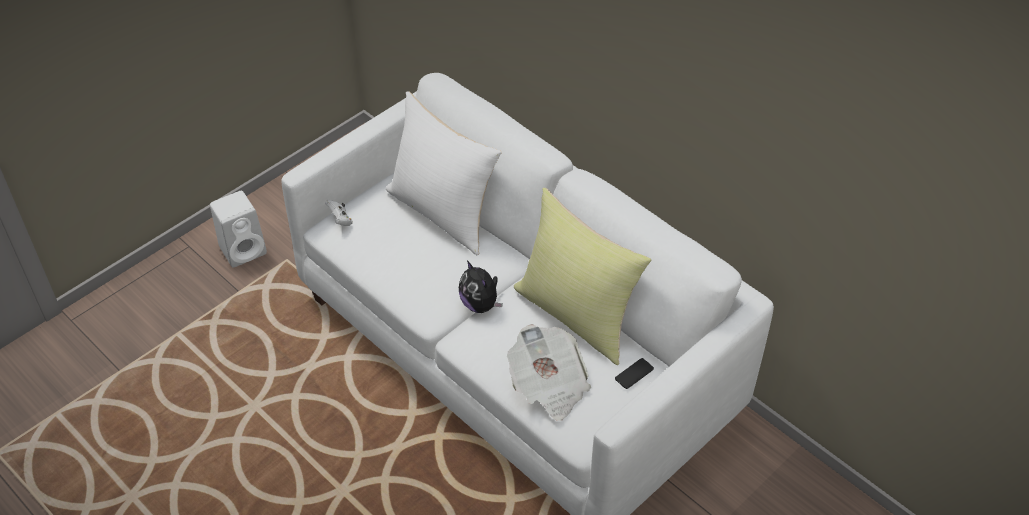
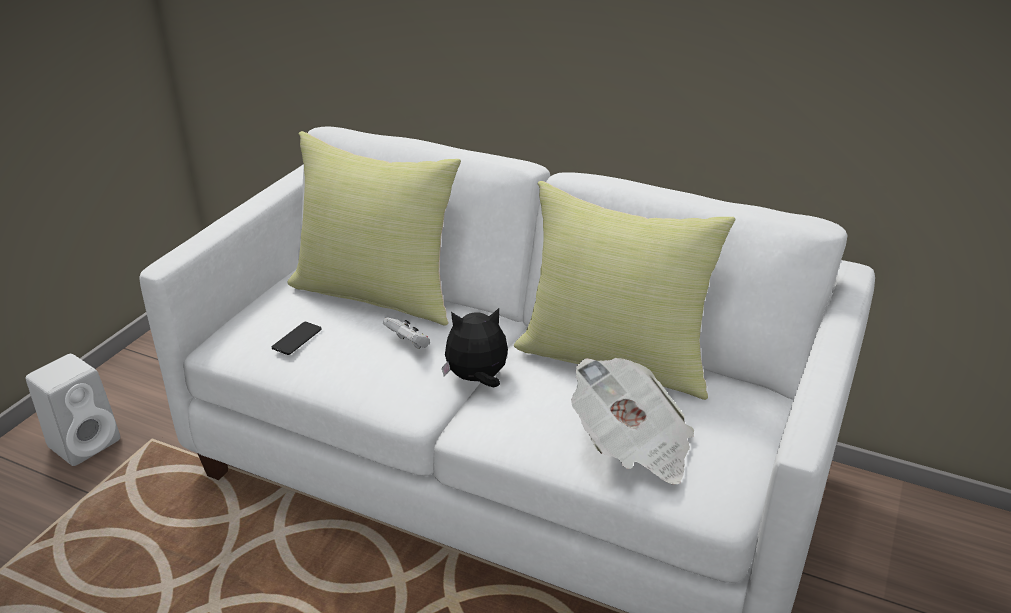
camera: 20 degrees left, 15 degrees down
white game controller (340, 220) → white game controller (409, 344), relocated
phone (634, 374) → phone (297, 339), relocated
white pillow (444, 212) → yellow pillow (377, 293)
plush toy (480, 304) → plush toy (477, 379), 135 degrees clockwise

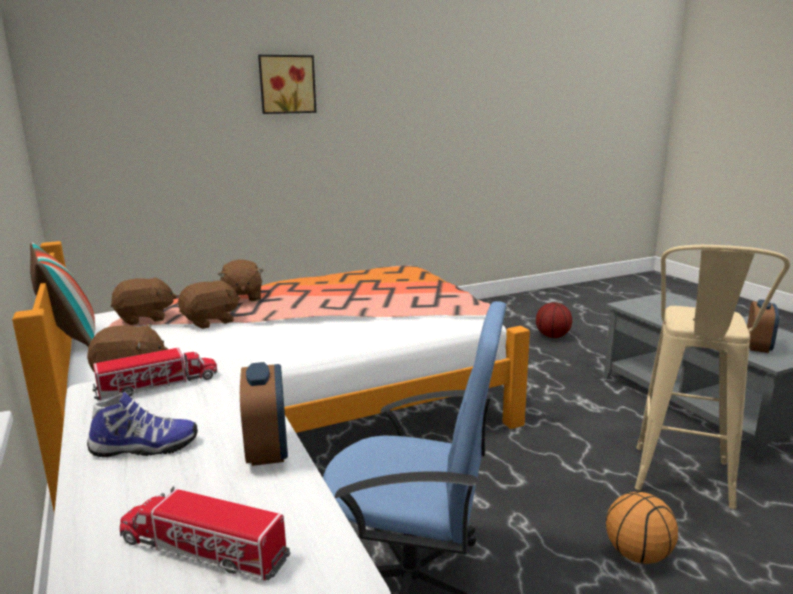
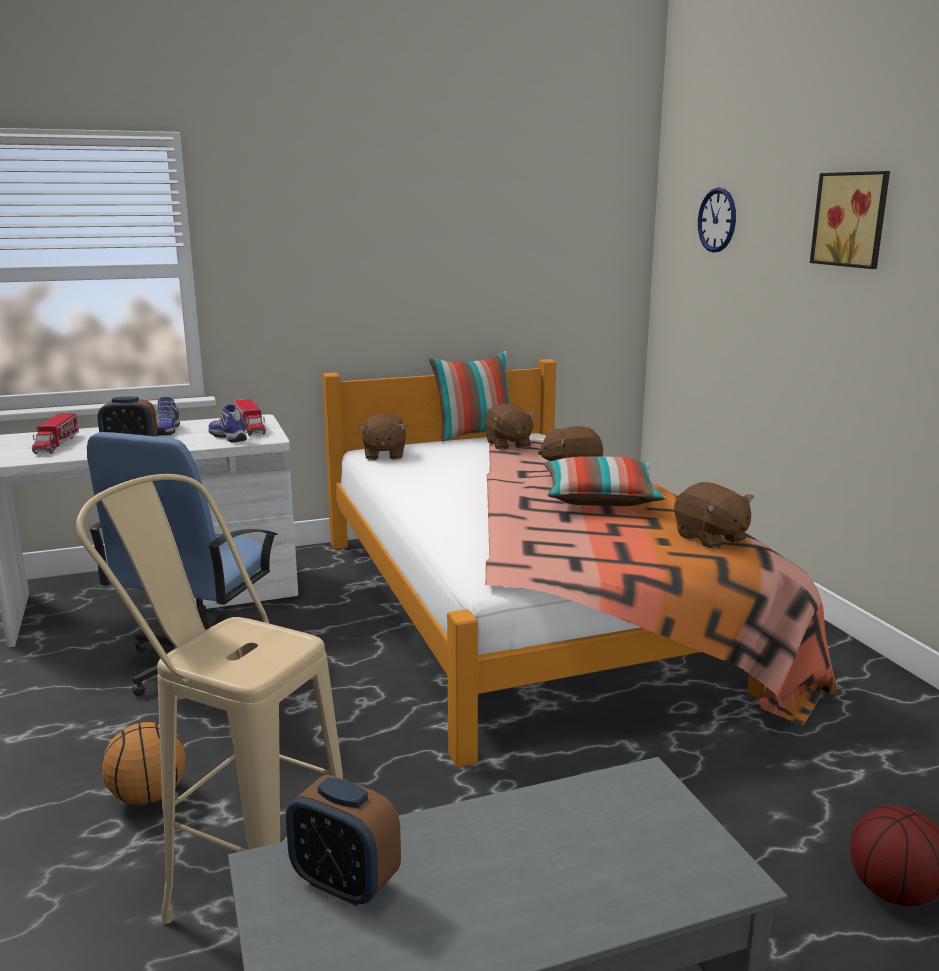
camera: 95 degrees right, 0 degrees up
- → shoe (229, 437)
- → pillow (600, 499)
- → wall clock (717, 220)
brown plush toy (211, 321) → brown plush toy (710, 538), relocated
toy truck (202, 550) → toy truck (56, 444), 150 degrees clockwise

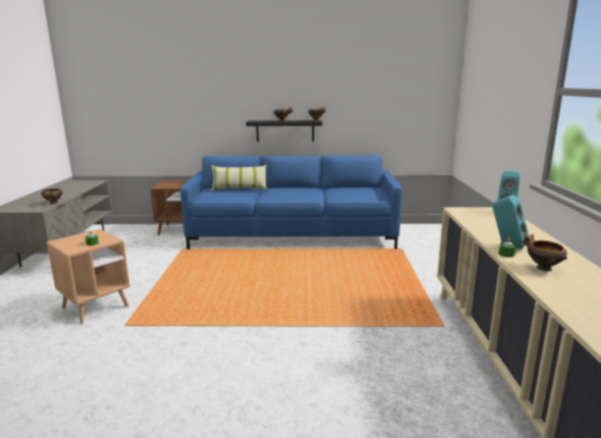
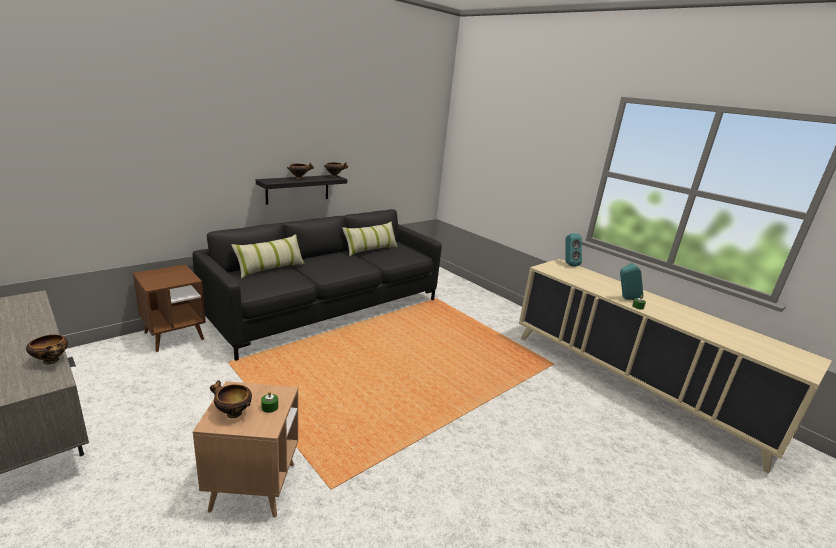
camera: 45 degrees left, 5 degrees up
- → pillow (371, 250)
bowl (542, 268) → bowl (232, 413), relocated
blue sofa (292, 236) → black sofa (328, 309)

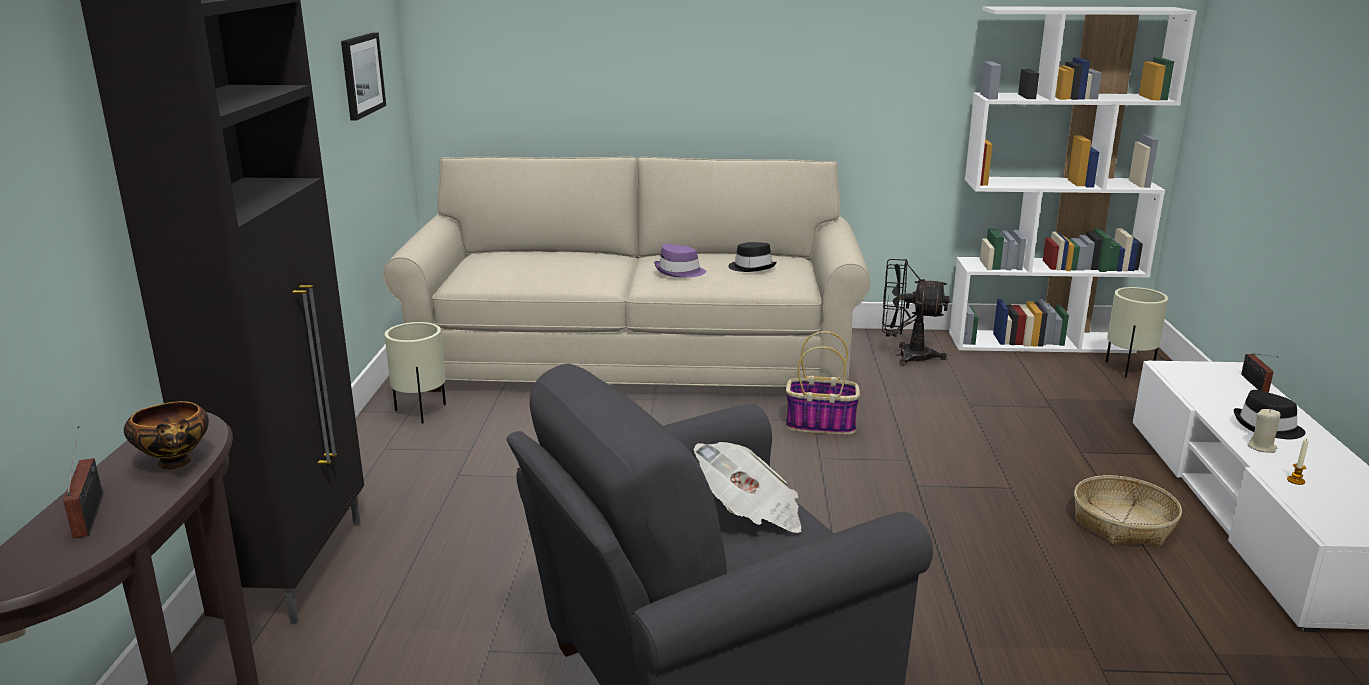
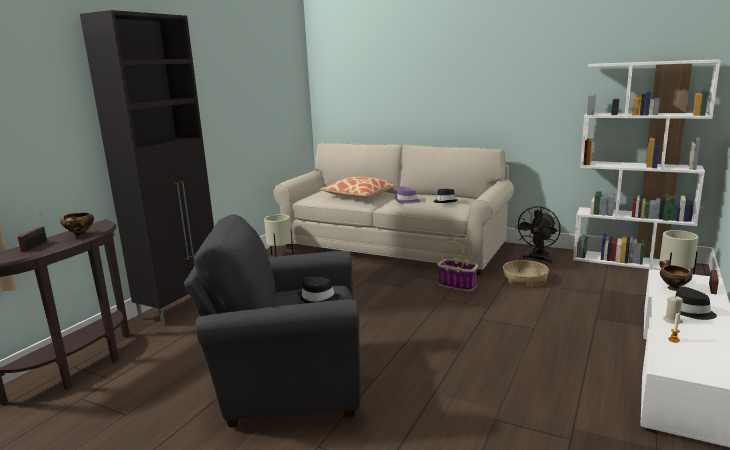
camera: 25 degrees right, 5 degrees down
picture (361, 75) → -
- → pillow (359, 195)
- → bowl (672, 288)
basket (1122, 523) → basket (524, 279), relocated
newspaper (750, 513) → black hat (318, 299)
black fan (905, 356) → black fan (538, 259), 90 degrees counterclockwise

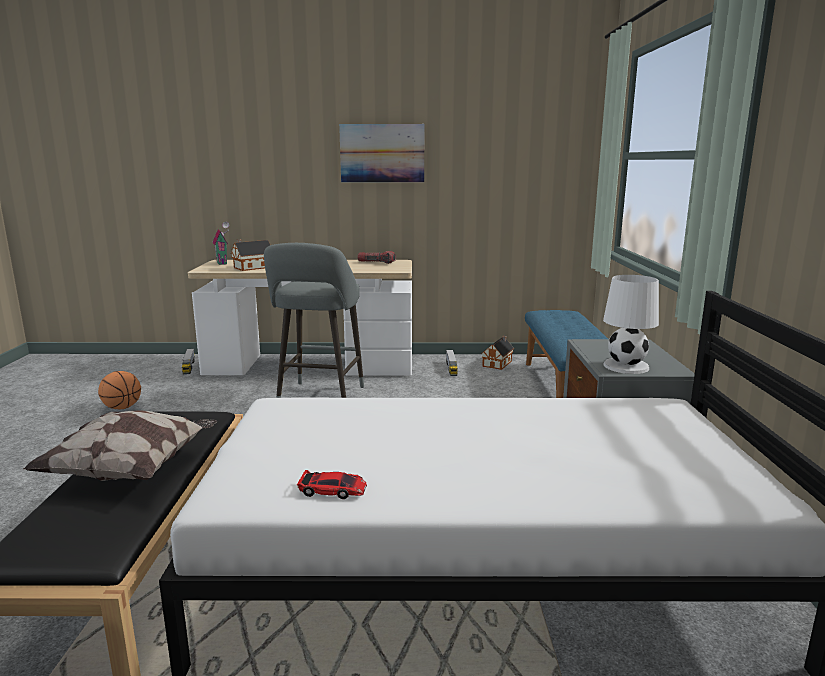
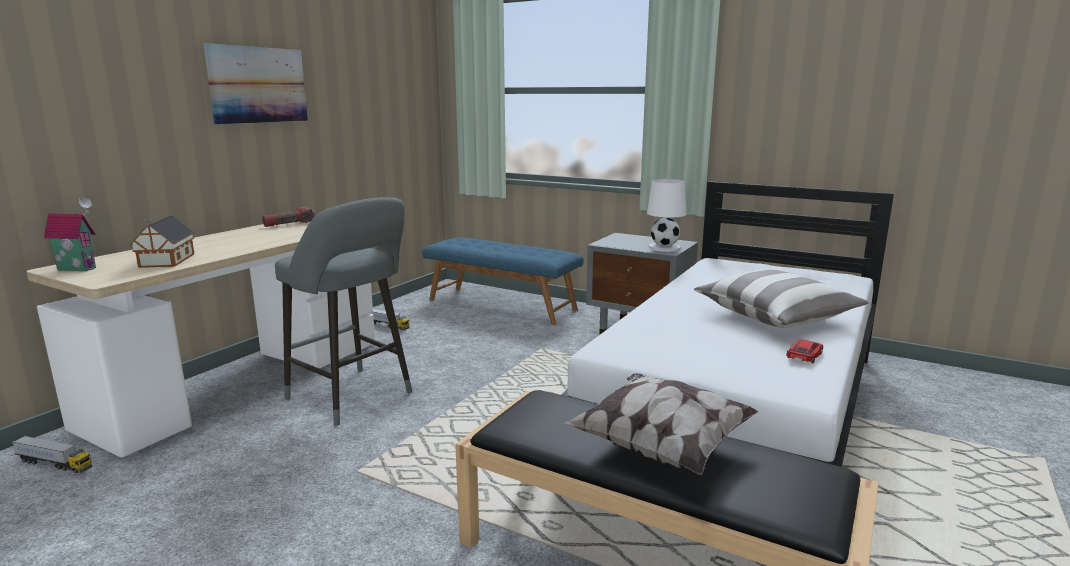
camera: 60 degrees left, 0 degrees up
basketball (122, 408) → -
toy house (498, 363) → -
- → pillow (775, 316)

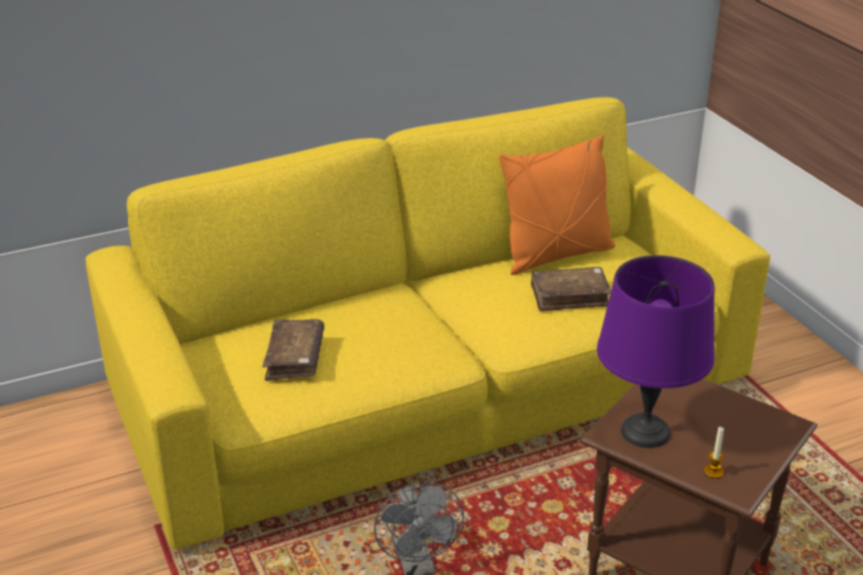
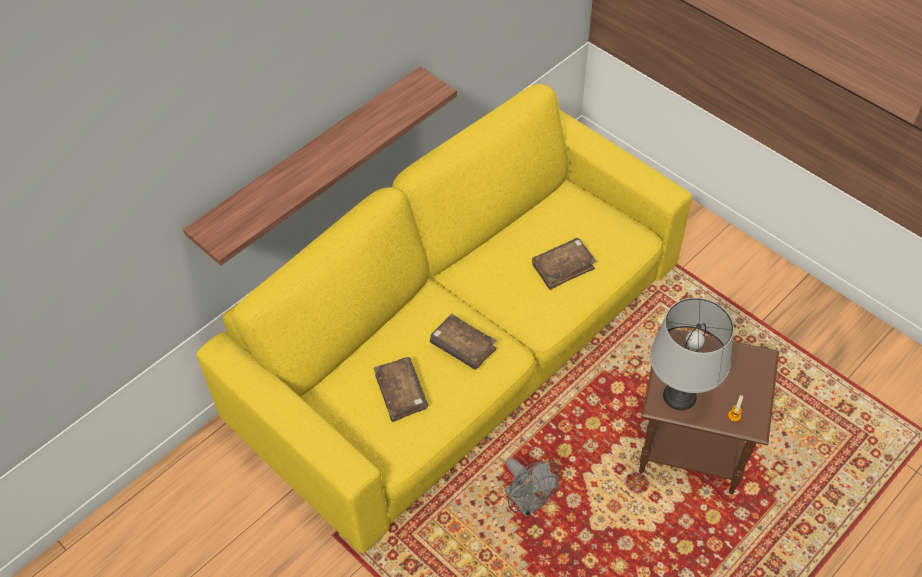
camera: 20 degrees left, 20 degrees up
orange pillow (556, 255) → -
- → shelf (312, 163)
- → brown book (463, 347)
purple table lamp (644, 432) → grey table lamp (679, 396)

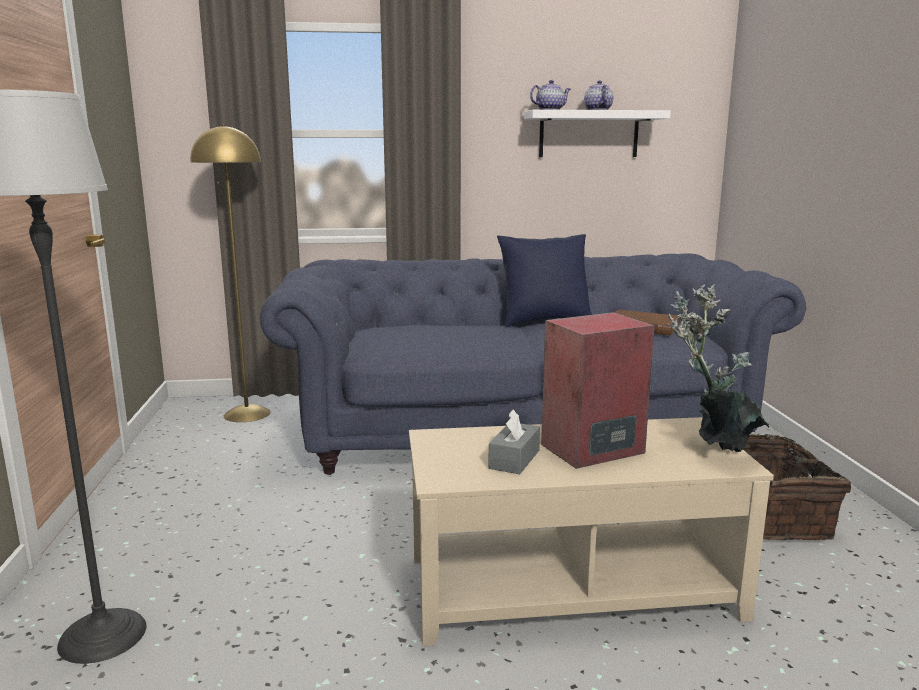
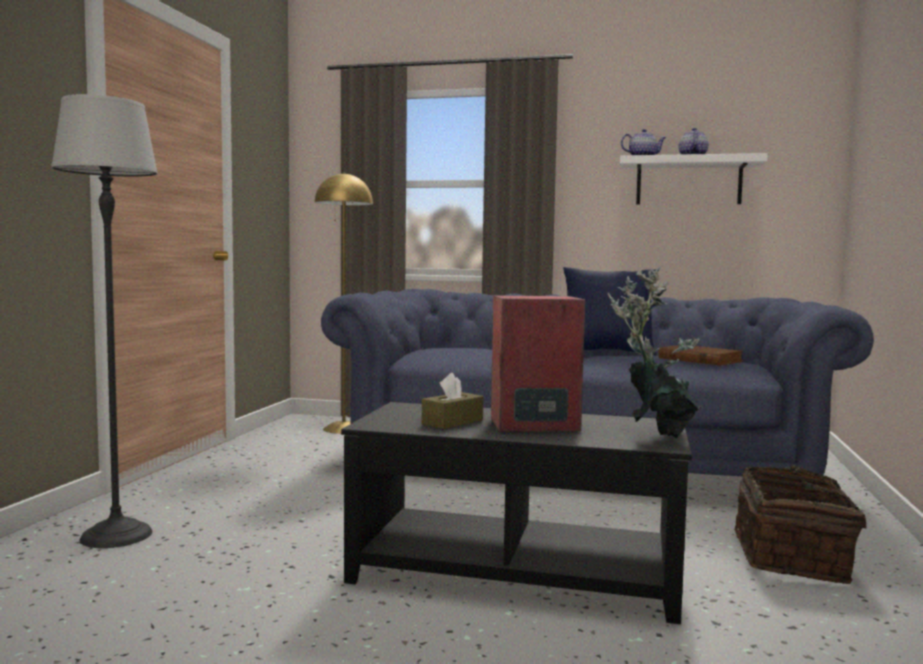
camera: 20 degrees right, 10 degrees down
beige coffee table (572, 587) → black coffee table (516, 571)
grey tissue box (514, 459) → brown tissue box (452, 422)

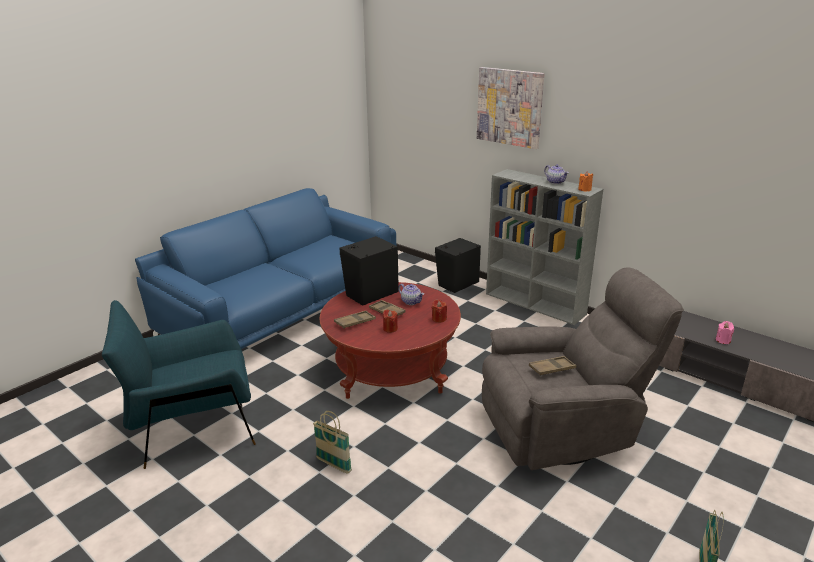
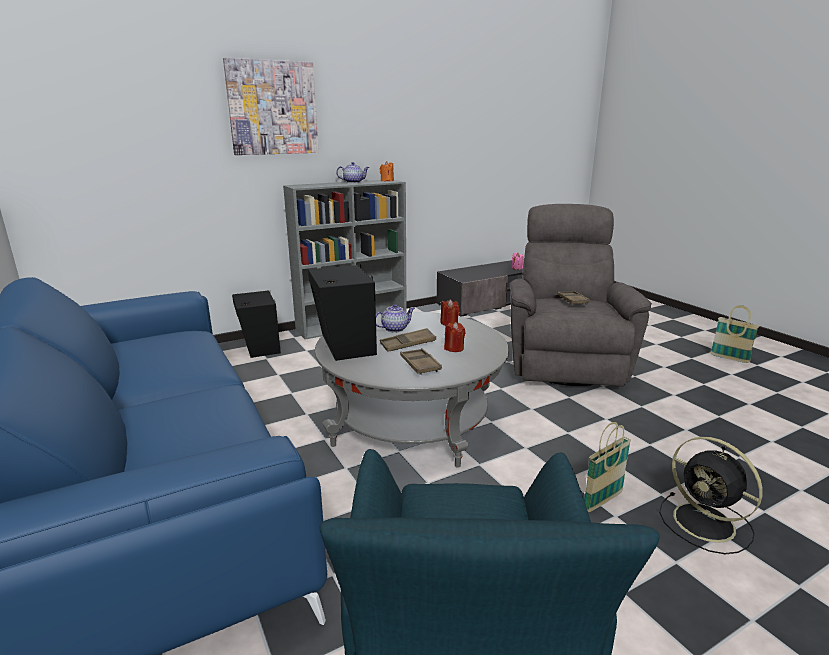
camera: 70 degrees left, 5 degrees down
- → black fan (706, 524)
red coffee table (391, 368) → grey coffee table (411, 422)

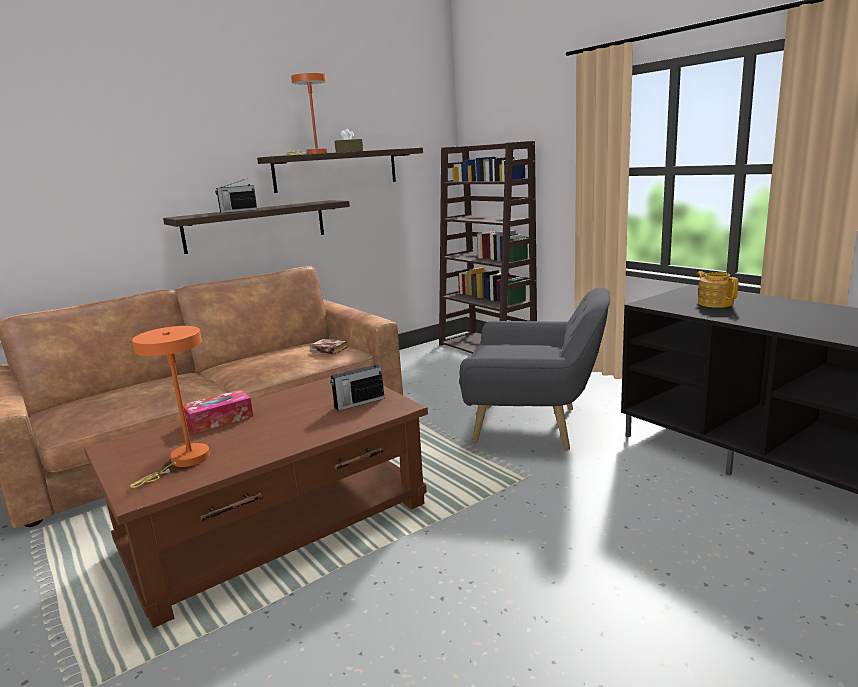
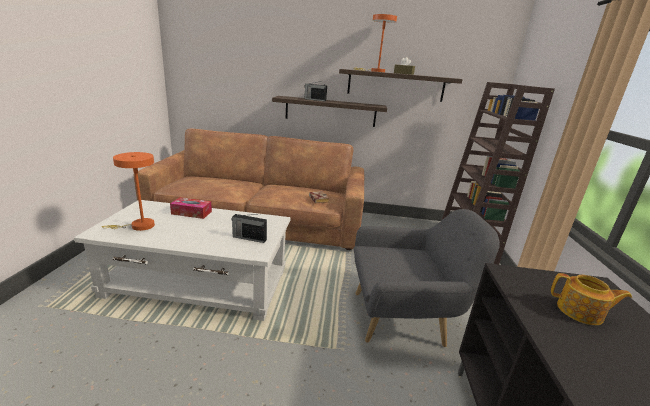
camera: 40 degrees right, 5 degrees up
brown coffee table (278, 526) → white coffee table (198, 283)
grey armchair (534, 427) → grey armchair (404, 317), 60 degrees counterclockwise
teapot (715, 303) → teapot (580, 312), 90 degrees clockwise

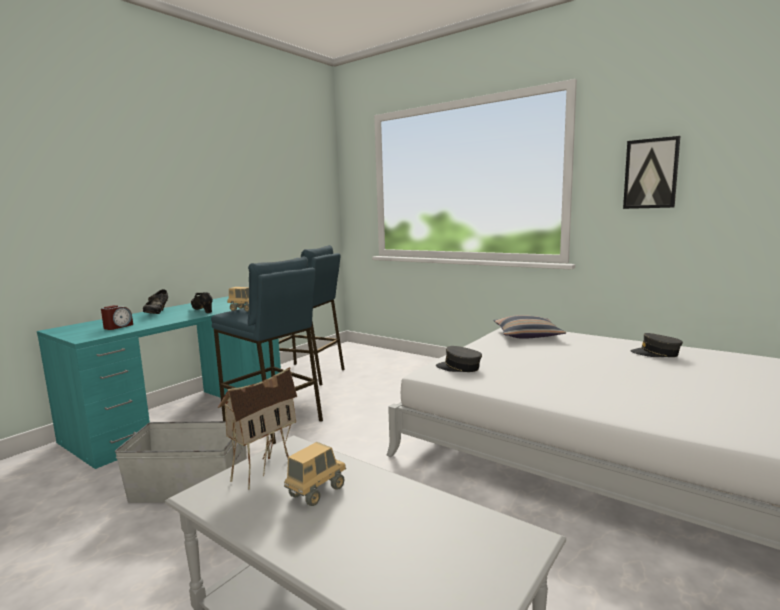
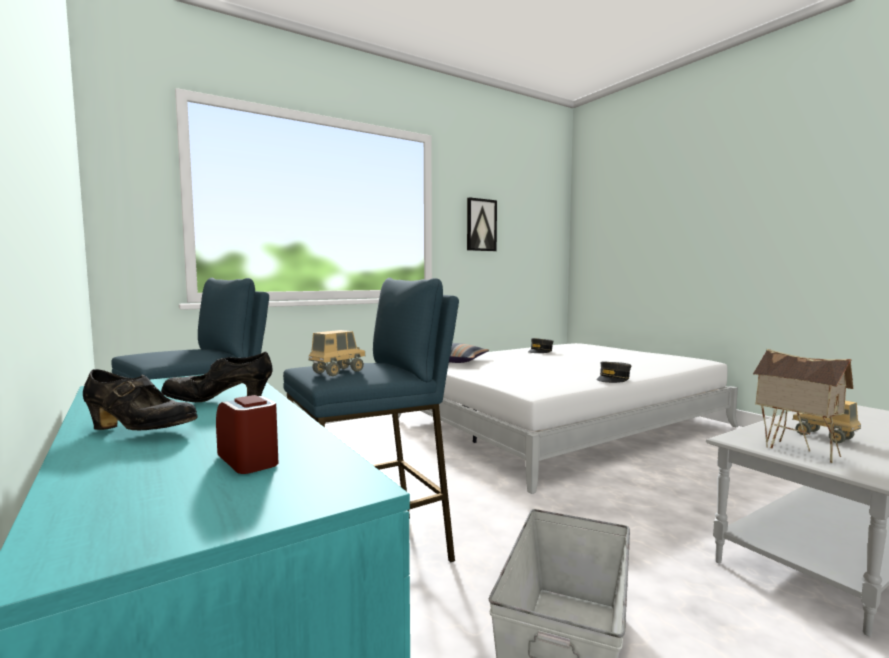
camera: 70 degrees left, 5 degrees down
grey cap (459, 367) → grey cap (613, 379), relocated

